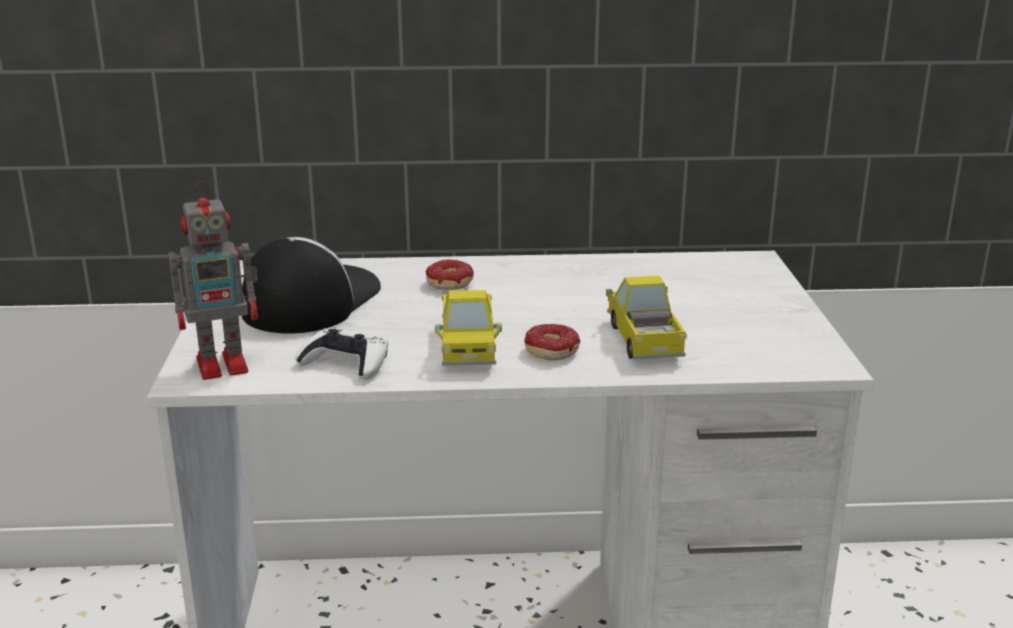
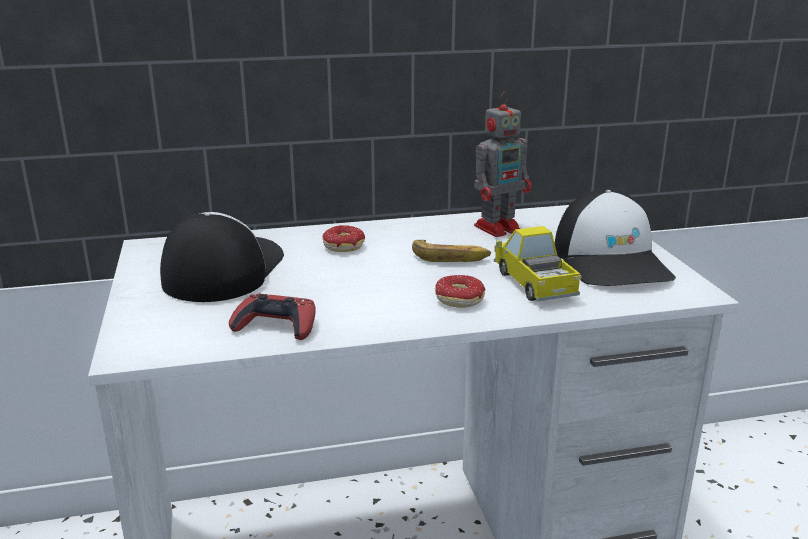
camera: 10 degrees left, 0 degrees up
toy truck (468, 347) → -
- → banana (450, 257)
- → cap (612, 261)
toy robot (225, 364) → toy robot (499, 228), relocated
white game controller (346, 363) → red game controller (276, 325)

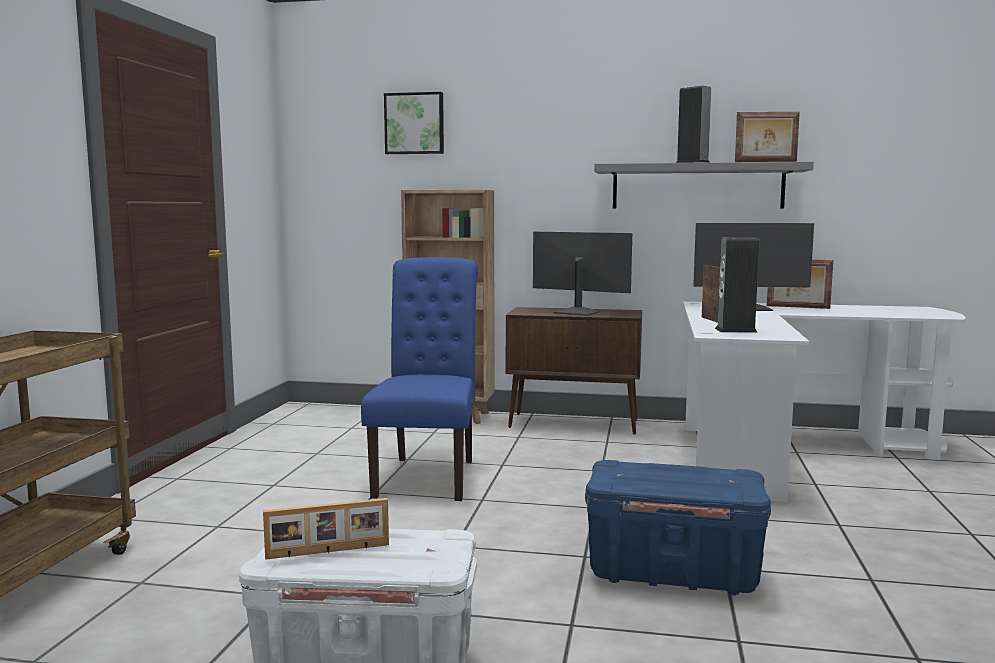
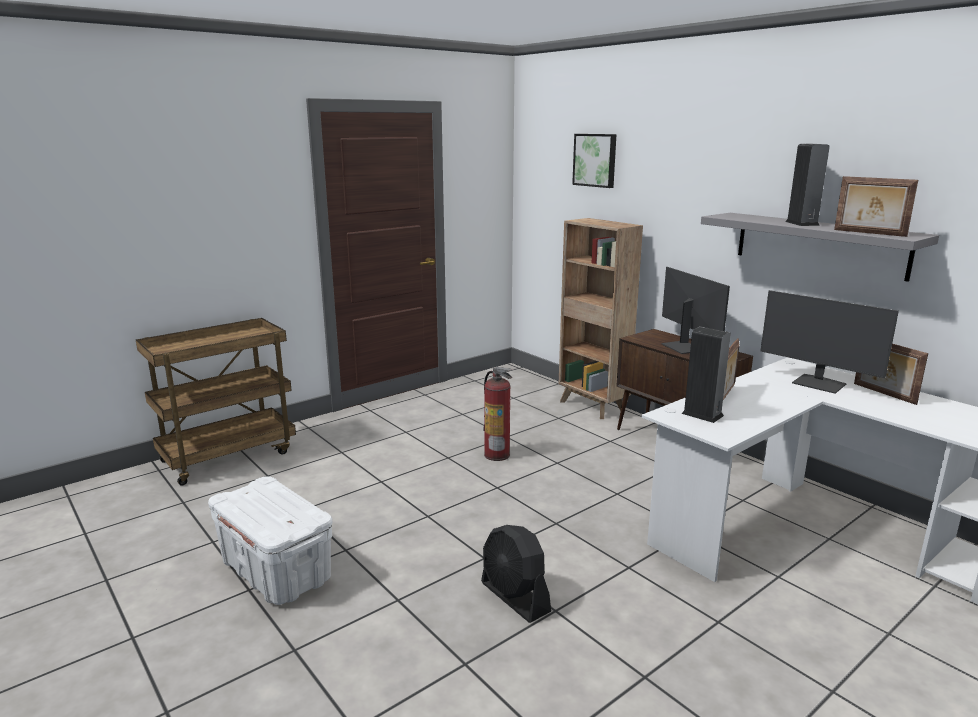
camera: 40 degrees right, 10 degrees up
picture frame (328, 552) → -
blue chair (428, 475) → fire extinguisher (497, 455)
blue storage box (674, 573) → black fan (515, 597)

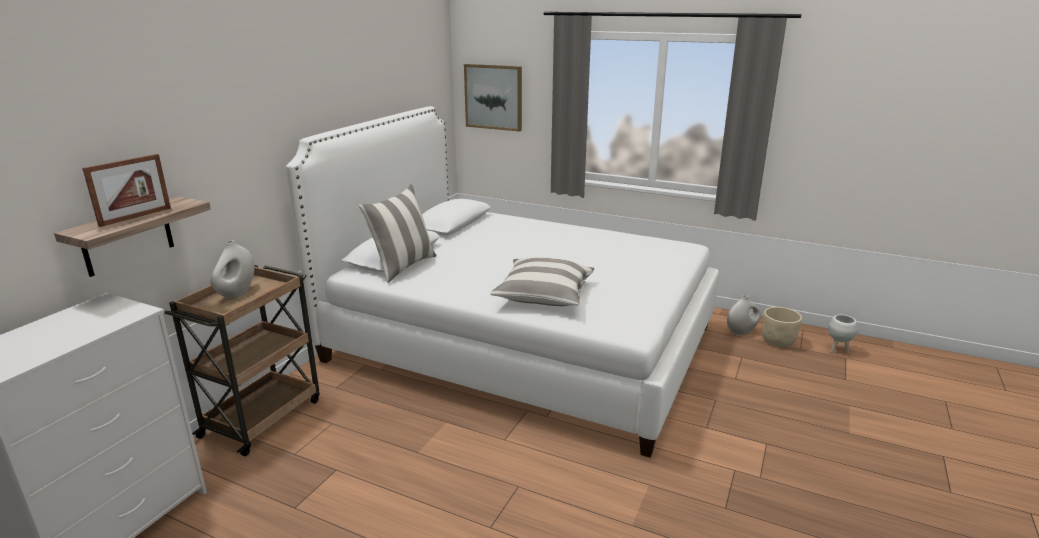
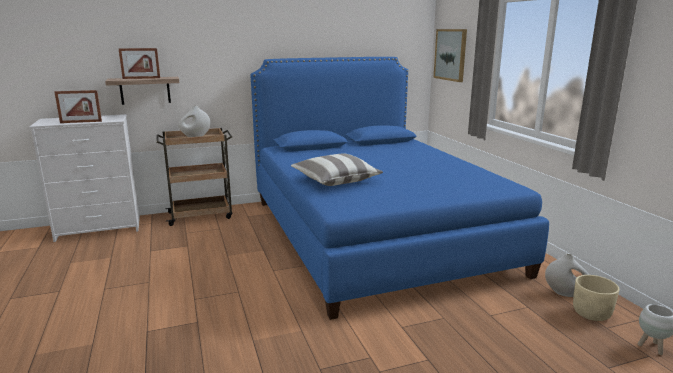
camera: 45 degrees right, 5 degrees down
pillow (403, 267) → -
- → picture frame (81, 122)
white bed (520, 343) → blue bed (373, 234)

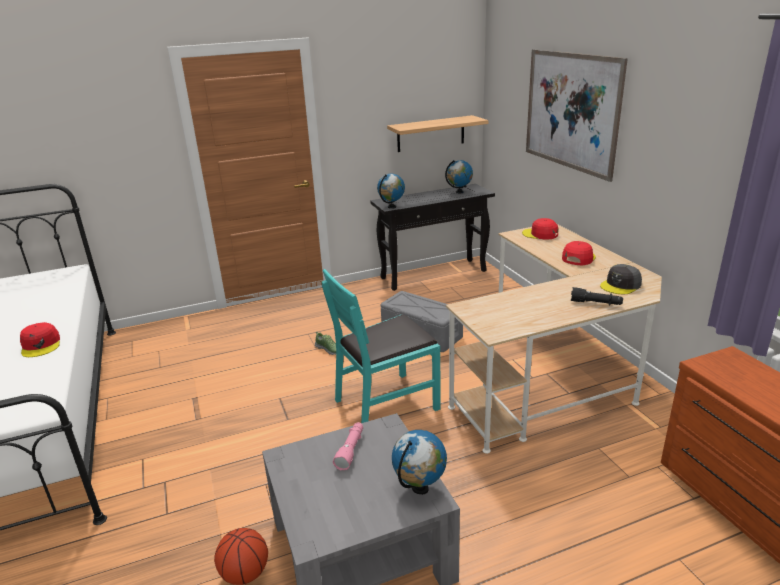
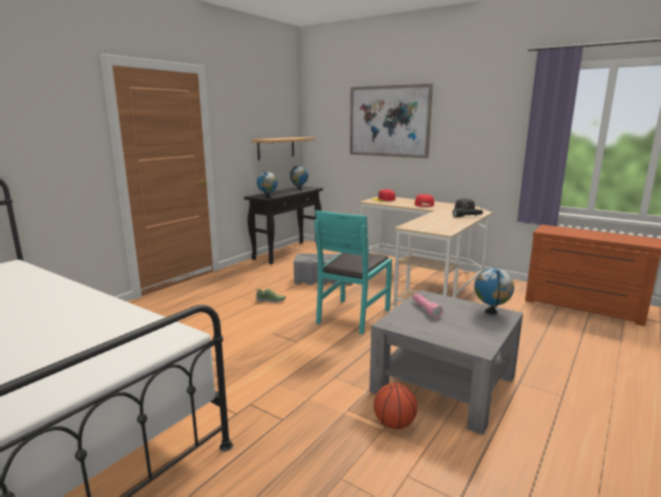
camera: 35 degrees left, 10 degrees down
red cap (41, 345) → -

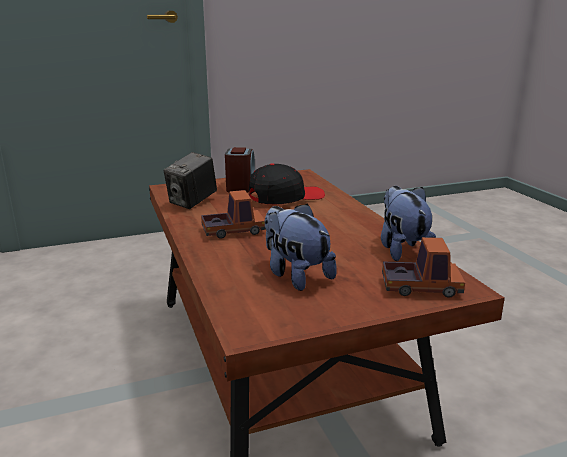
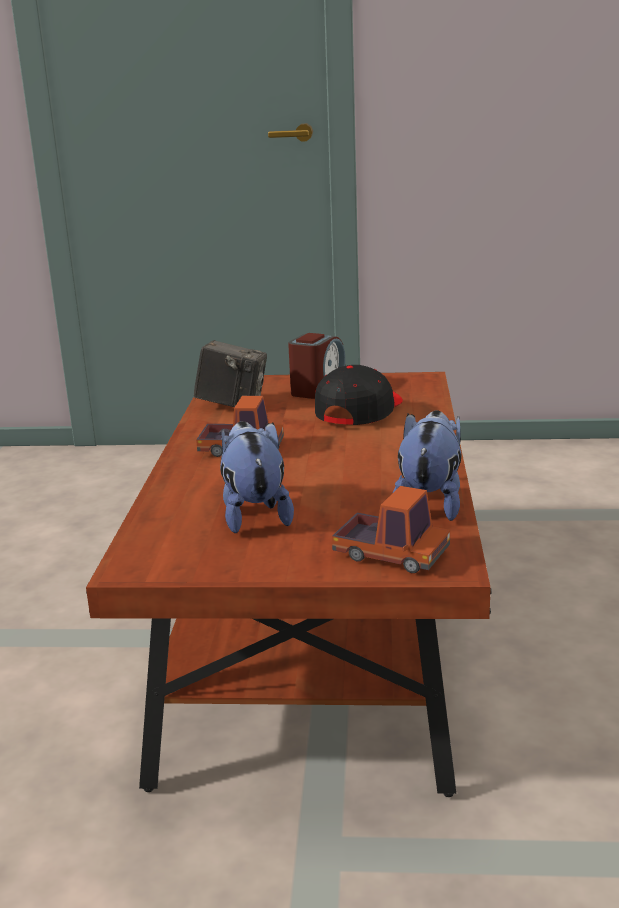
camera: 25 degrees right, 0 degrees up
photo camera (192, 202) → photo camera (232, 405), 135 degrees counterclockwise
black cap (285, 197) → black cap (359, 411), 60 degrees counterclockwise

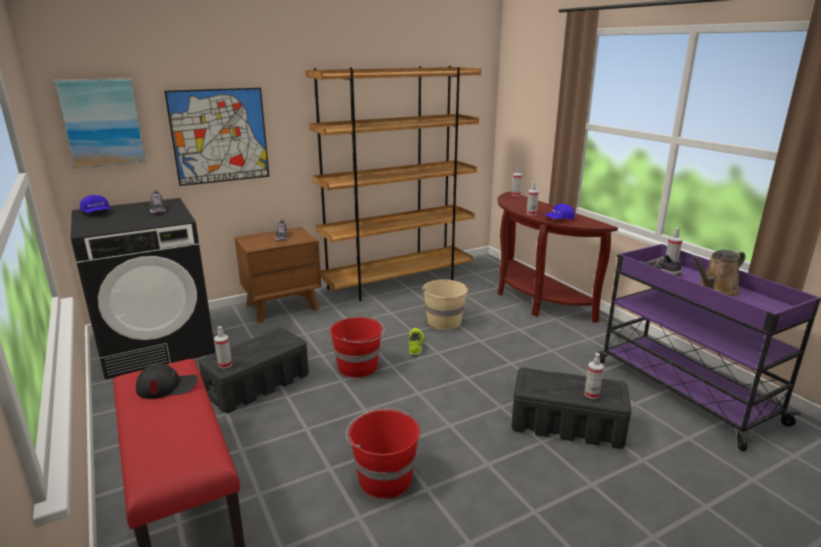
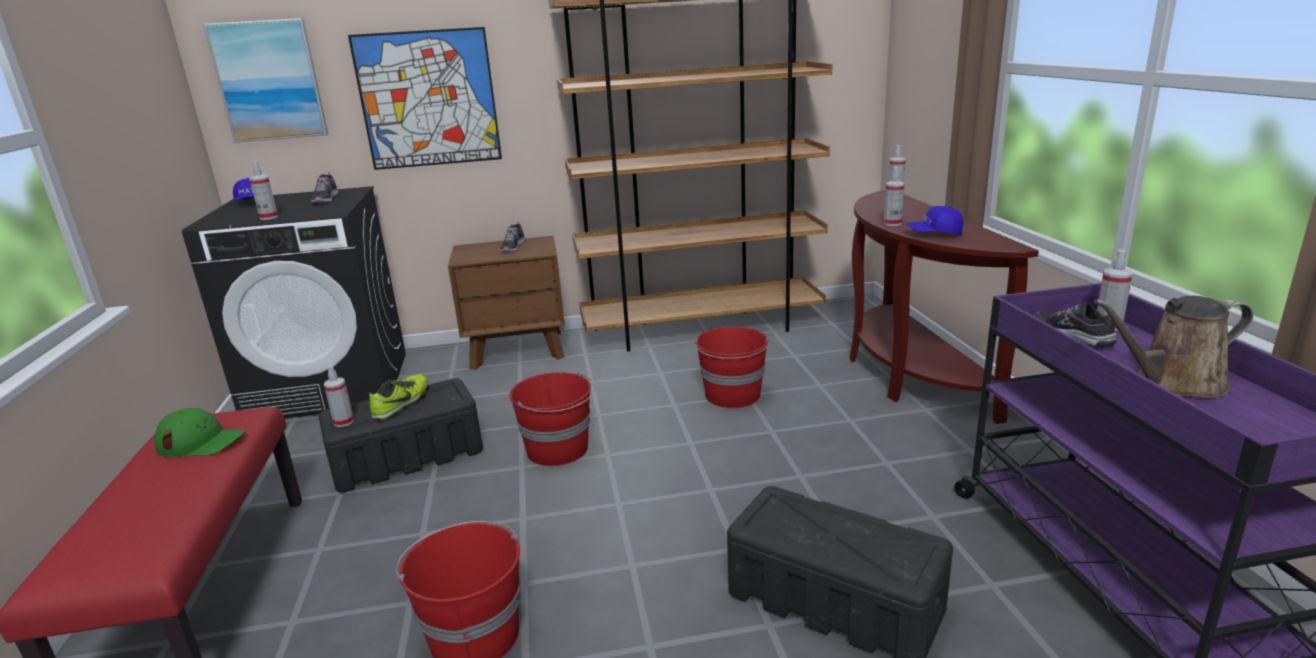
camera: 20 degrees right, 0 degrees up
shoe (415, 345) → shoe (402, 403), relocated
spray bottle (591, 394) → spray bottle (269, 217), relocated
black cap (167, 386) → green cap (201, 442)
beige bucket (444, 322) → red bucket (733, 395)

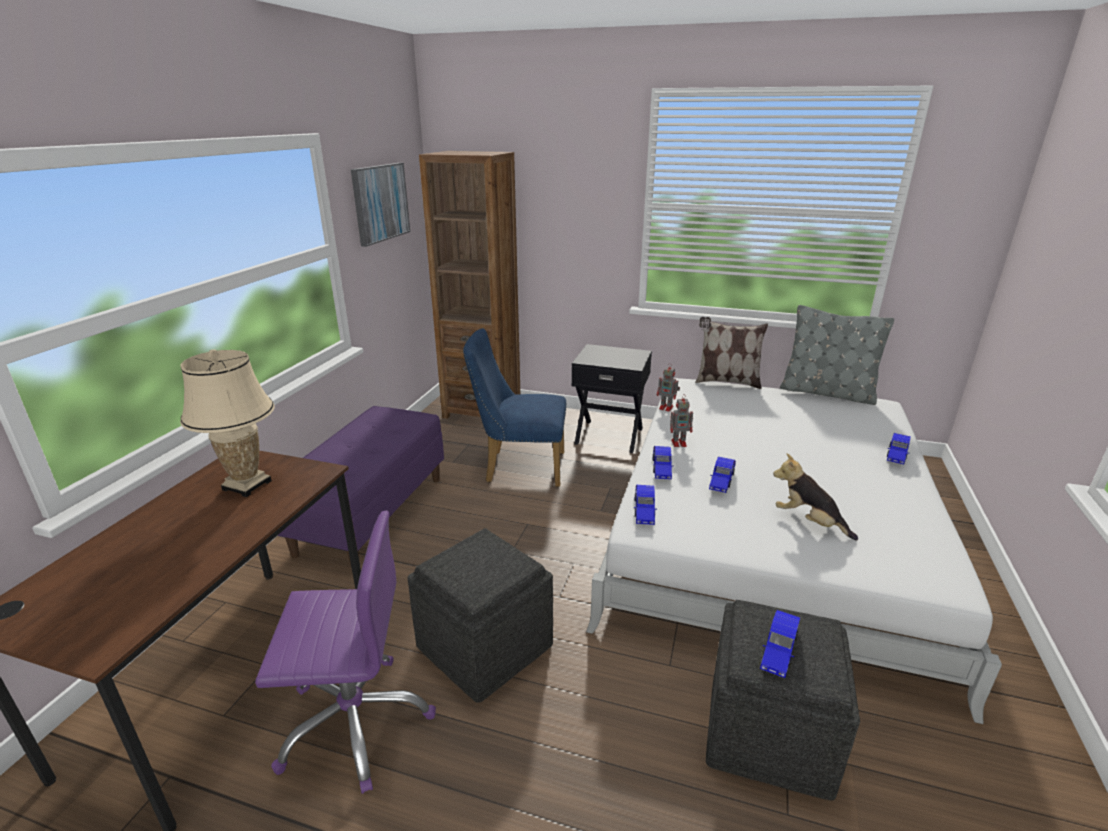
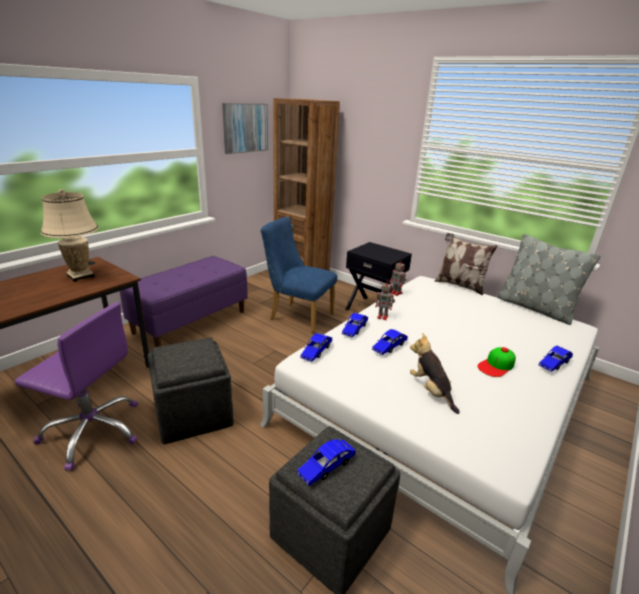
camera: 20 degrees right, 0 degrees up
- → cap (496, 365)

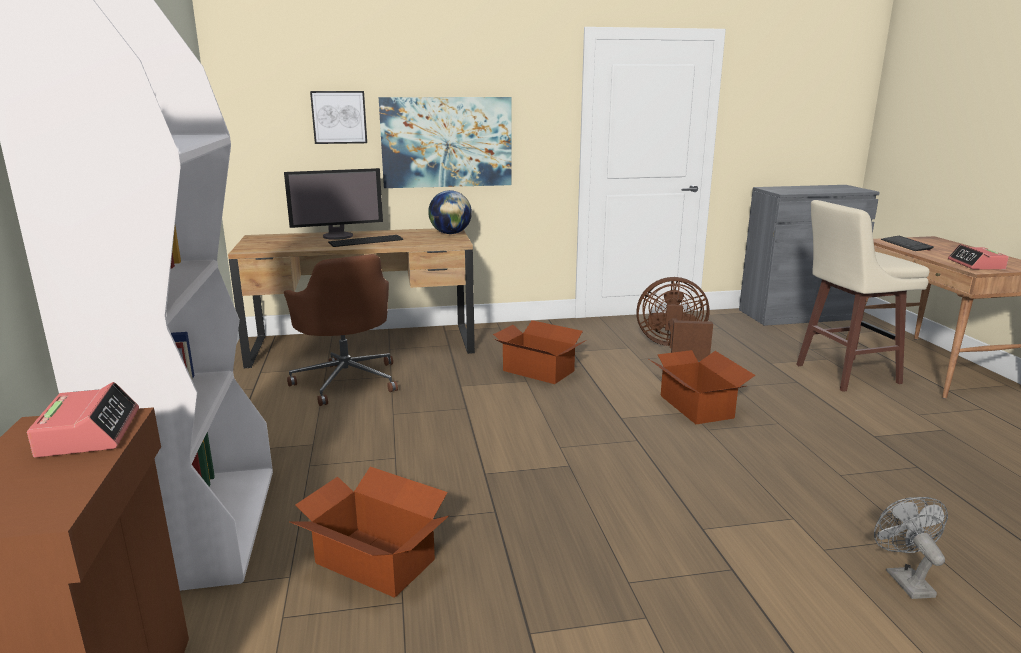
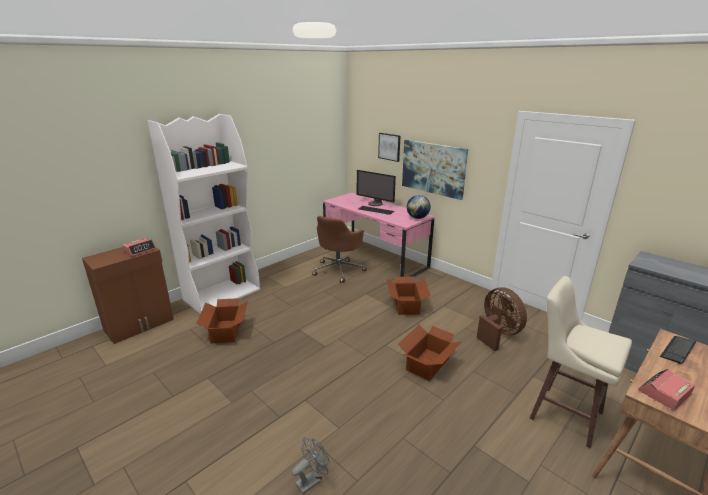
camera: 55 degrees right, 5 degrees up
brown desk (363, 345) → pink desk (374, 258)

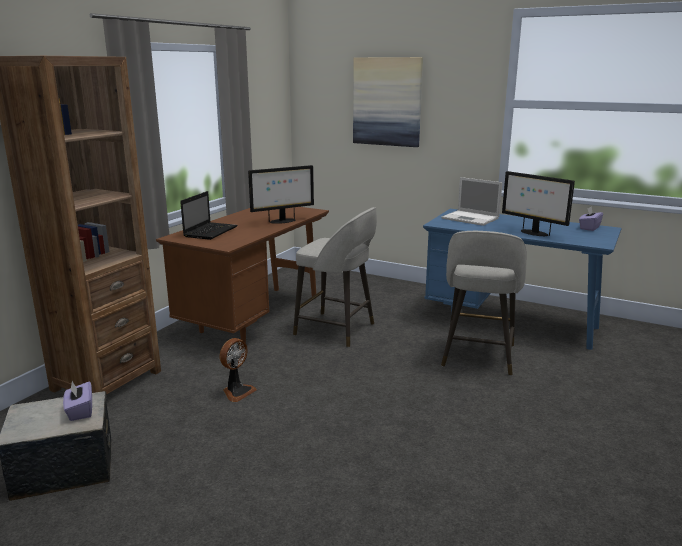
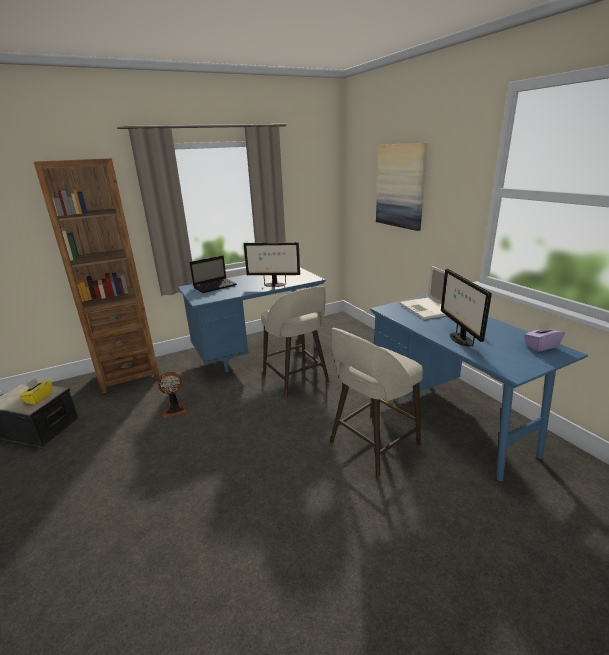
camera: 35 degrees right, 5 degrees up
purple tissue box (80, 411) → yellow tissue box (39, 398)
brown desk (254, 317) → blue desk (258, 353)

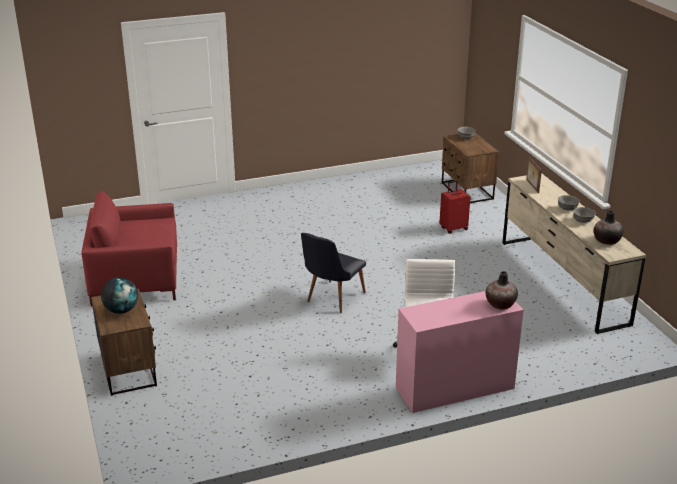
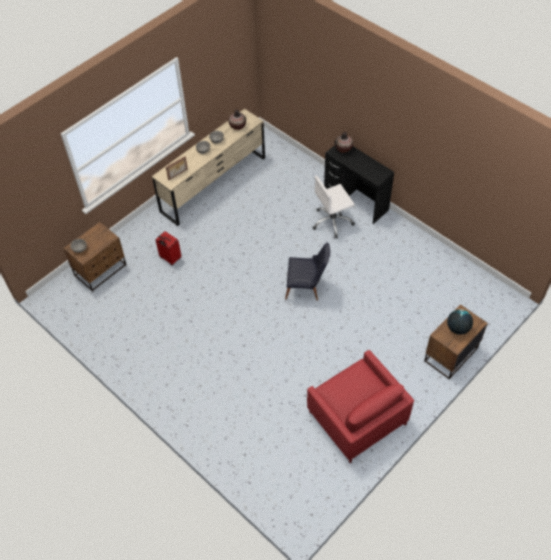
camera: 115 degrees left, 25 degrees up
pink desk (455, 388) → black desk (356, 200)

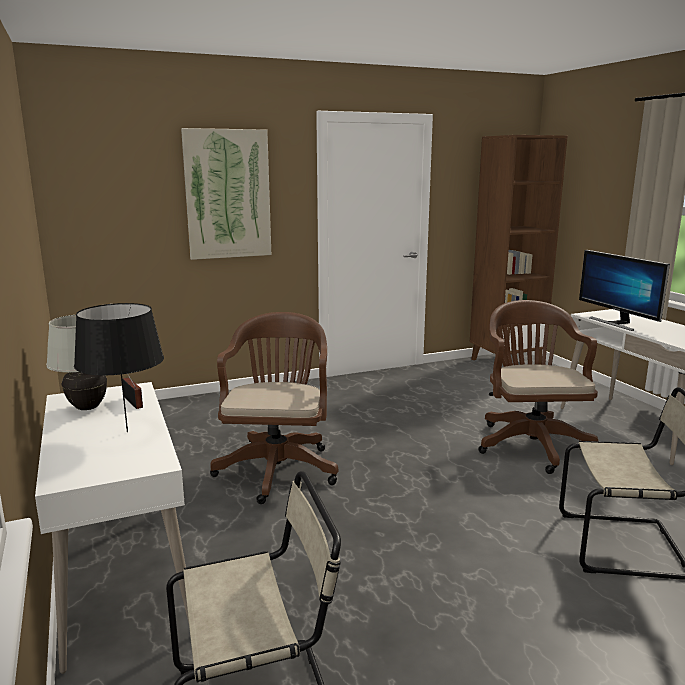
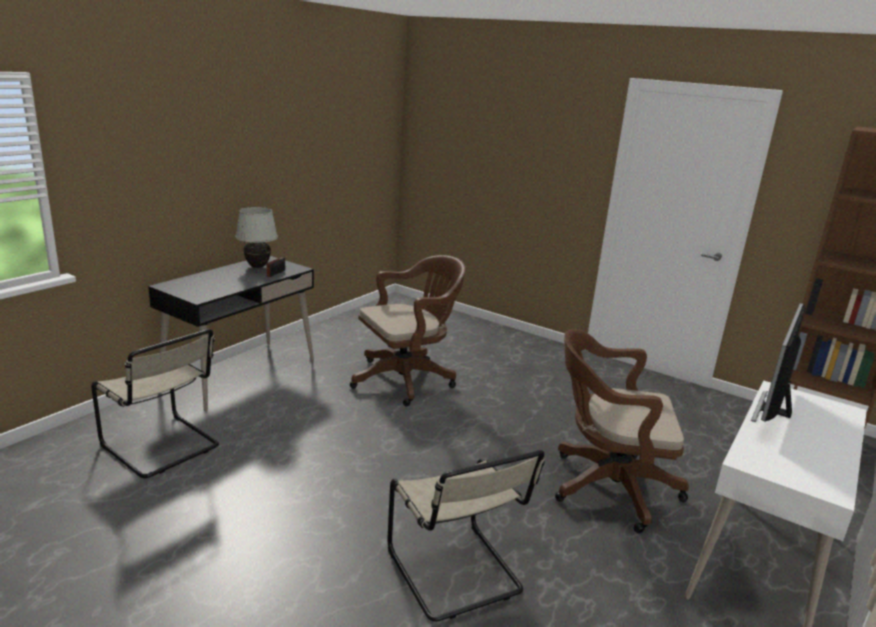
camera: 55 degrees right, 5 degrees up
black table lamp (127, 432) → -
picture (227, 194) → -
white desk (121, 577) → black desk (240, 373)
brown office chair (530, 443) → brown office chair (606, 487), 135 degrees counterclockwise

